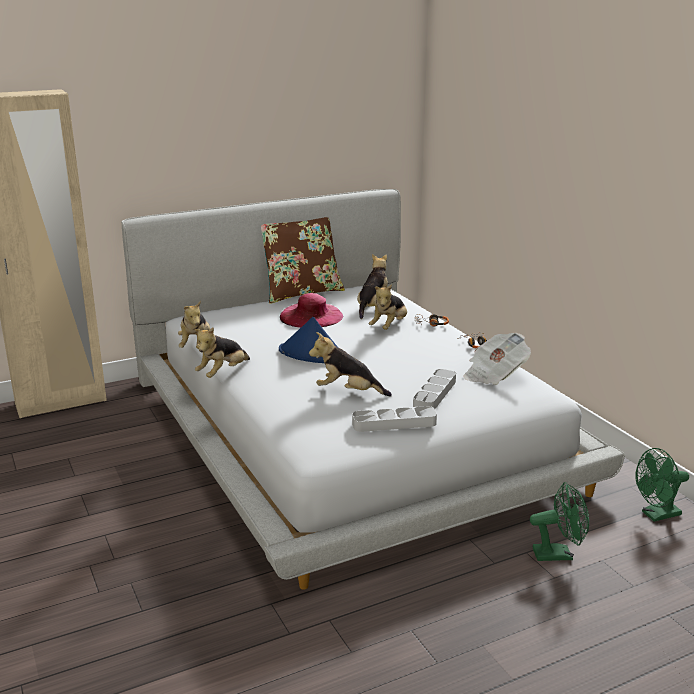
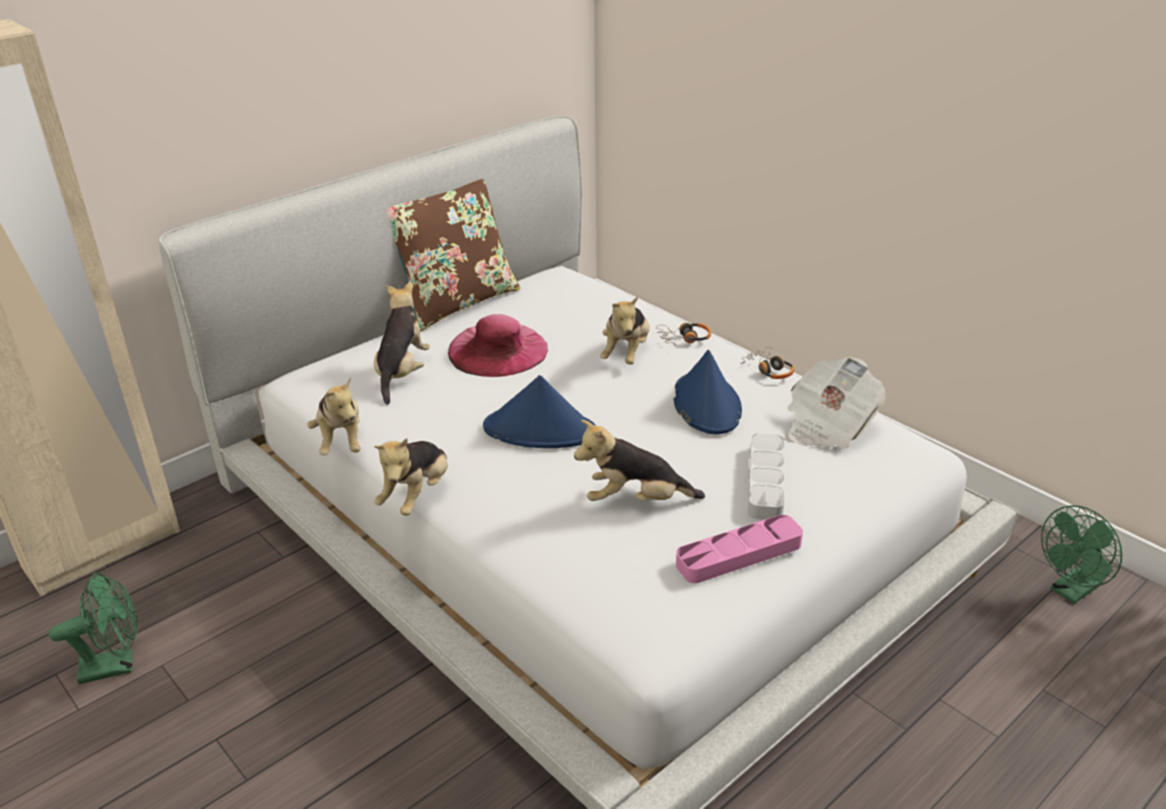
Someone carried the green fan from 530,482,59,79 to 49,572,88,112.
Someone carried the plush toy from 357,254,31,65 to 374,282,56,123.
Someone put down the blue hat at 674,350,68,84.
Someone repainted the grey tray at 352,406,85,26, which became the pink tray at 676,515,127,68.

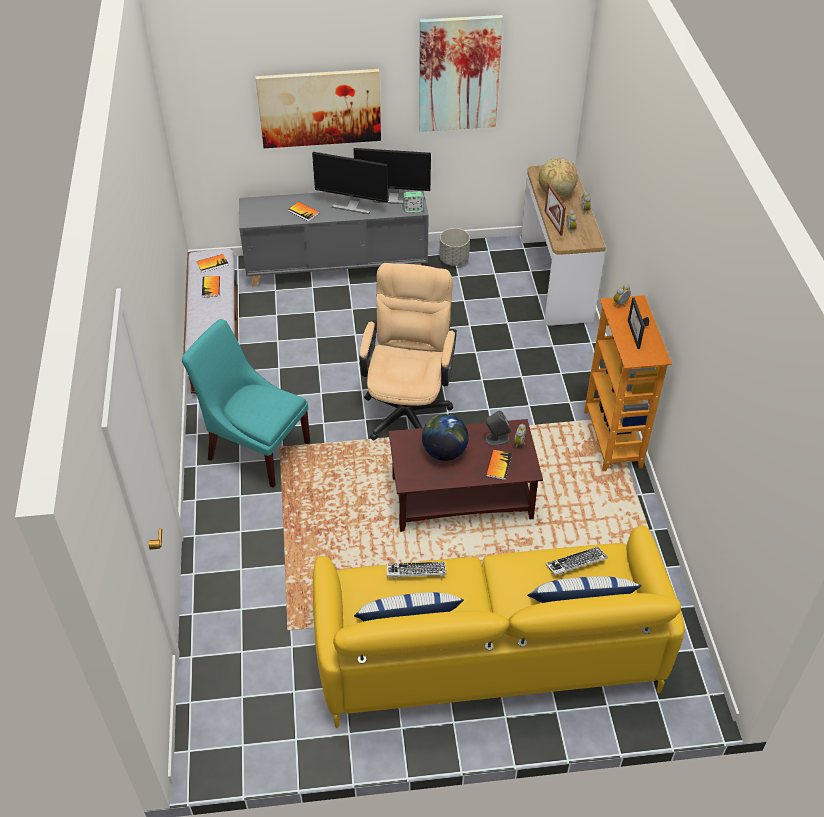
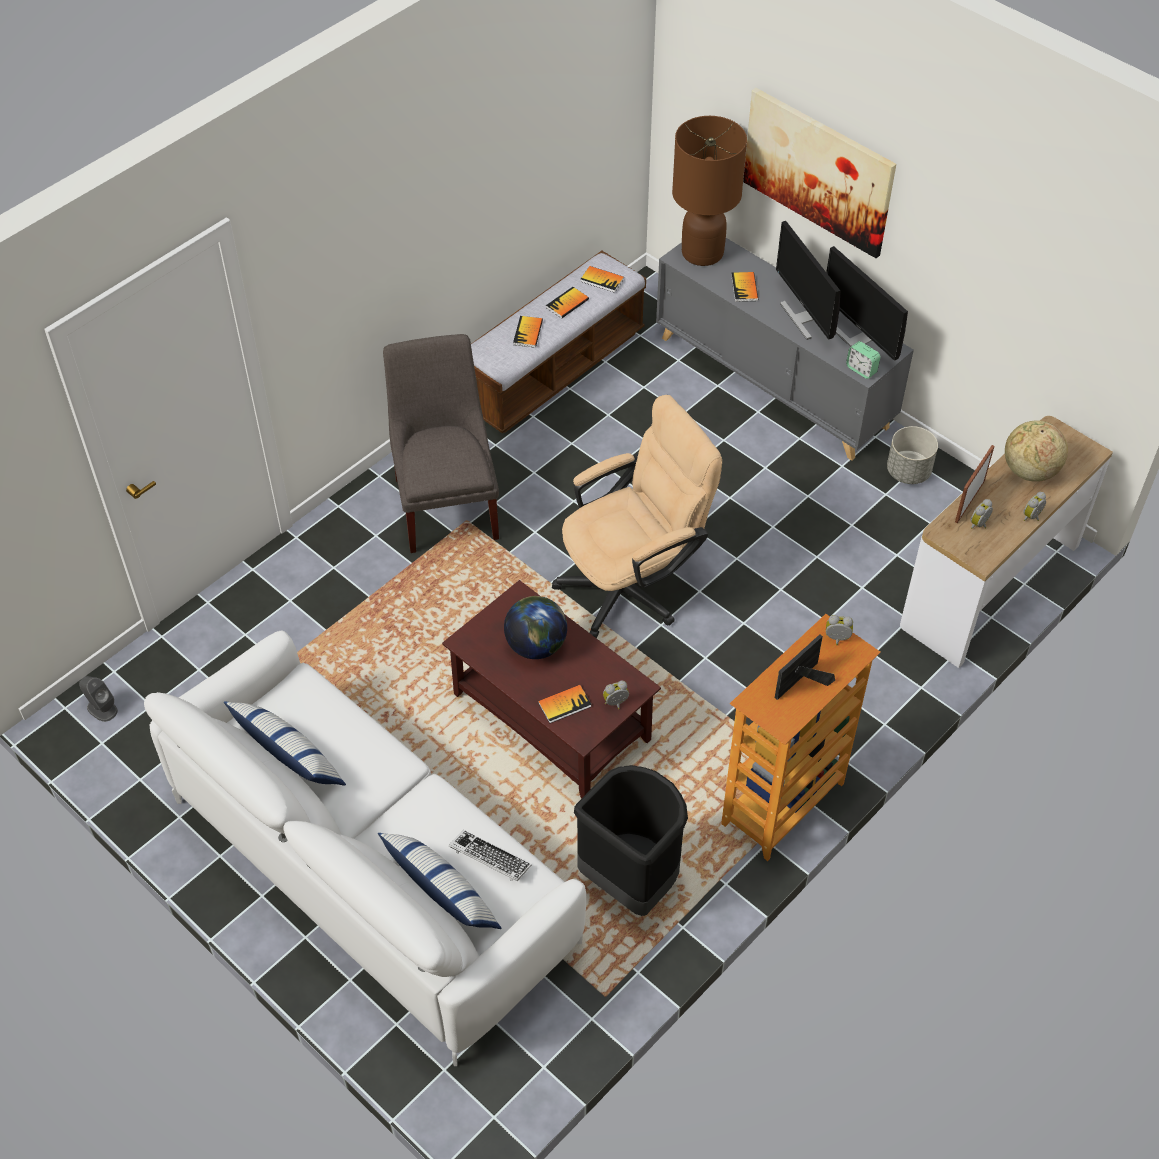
Someone carried the grey speaker from 485,411,26,35 to 79,676,39,46.
Someone repainted the yellow sofa at 313,525,372,203, which became the white sofa at 144,630,442,436.
Someone repainted the turquoise chair at 182,319,128,169, which became the grey chair at 383,334,116,219.
Someone put down the book at 513,316,30,32.
Someone put down the black trash can at 574,765,114,151.
Someone put down the brown table lamp at 672,116,75,150.
Someone took away the keyboard at 387,562,59,17.
Someone took away the picture at 419,15,84,117.

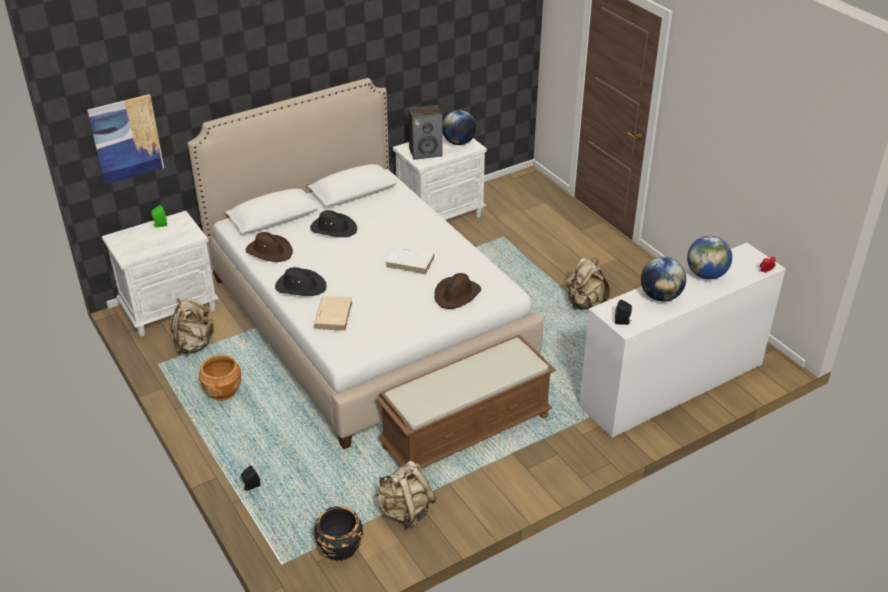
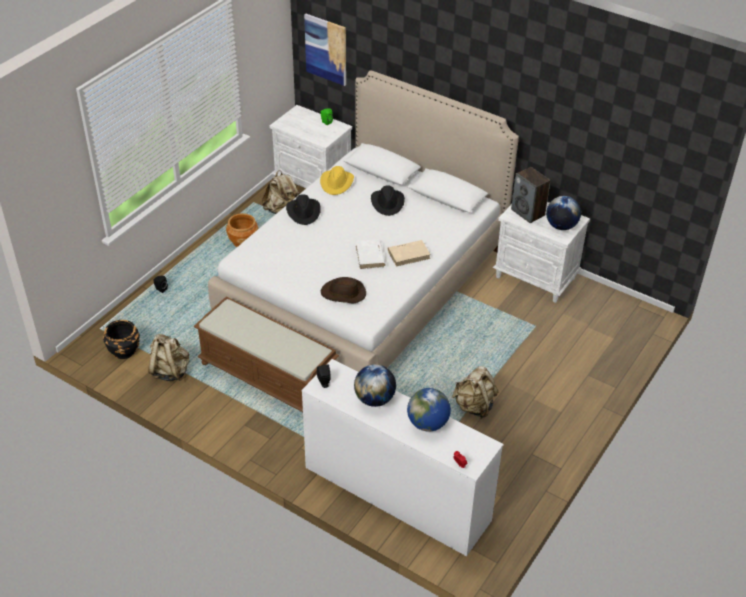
Someone repainted the brown hat at 246,232,47,30, which became the yellow hat at 320,166,34,29.
Someone carried the beige book from 314,296,38,35 to 387,240,44,27.

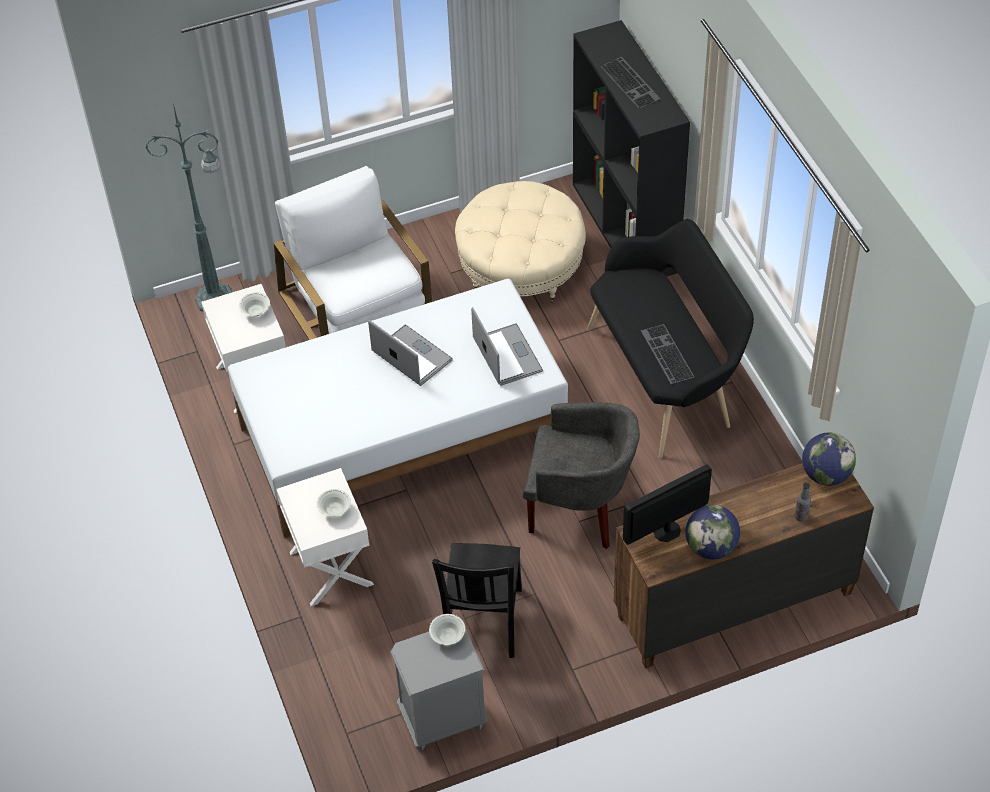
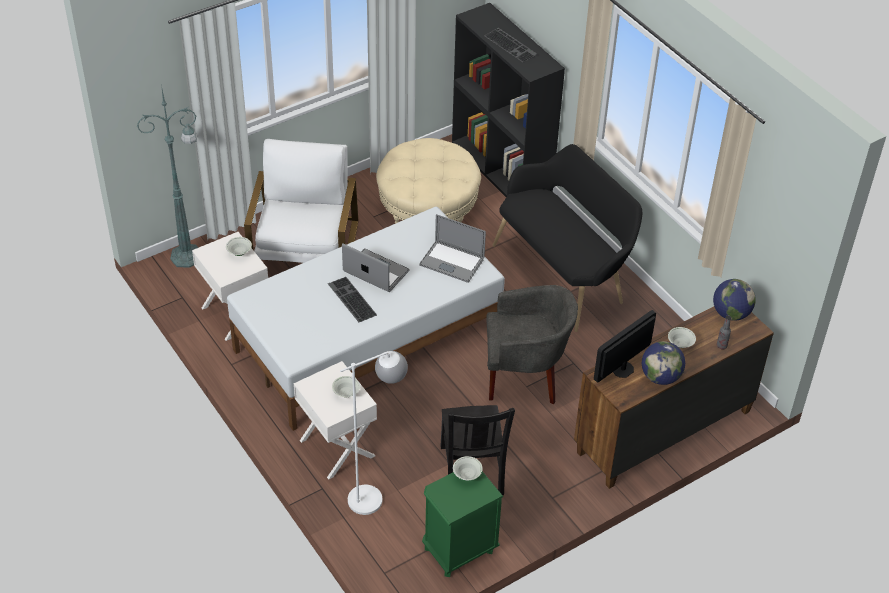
Someone rotated the white armchair at 274,166,158,174 by 45 degrees clockwise.
Someone carried the keyboard from 641,324,54,60 to 328,277,49,45.
Someone put down the white floor lamp at 340,351,68,164.
Someone rotated the laptop at 471,307,72,79 by 150 degrees clockwise.
Someone repainted the grey nightstand at 391,628,97,123, which became the green nightstand at 422,471,82,106.
Someone put down the white bowl at 668,327,28,21.

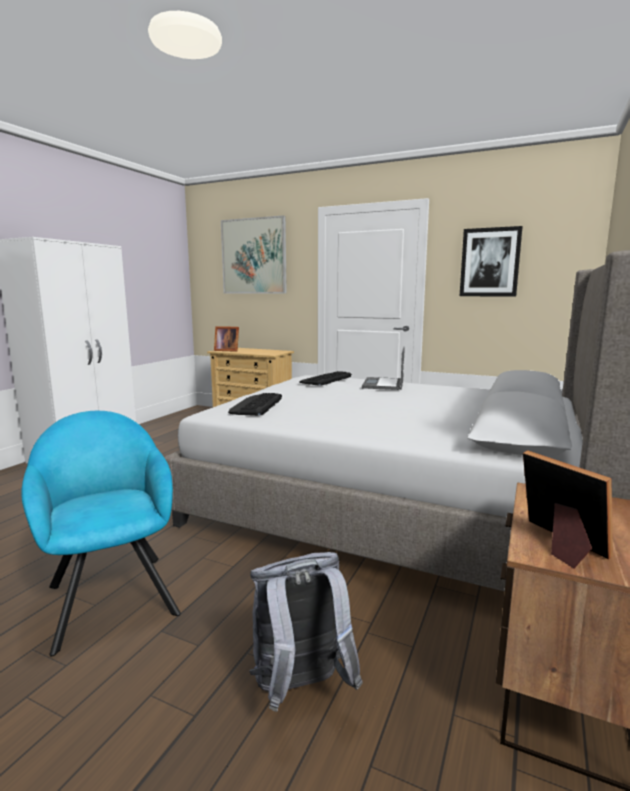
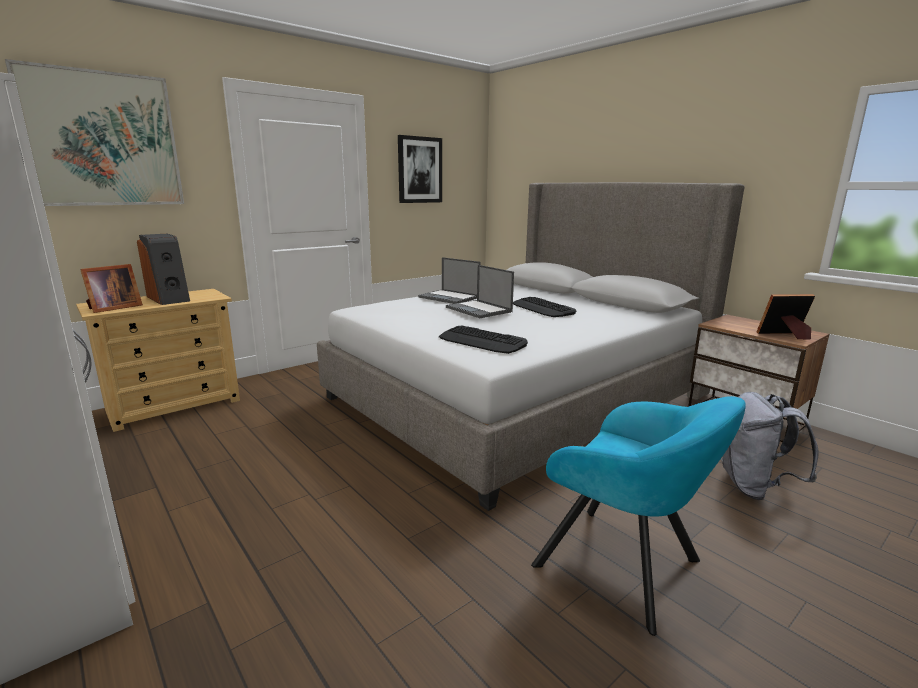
Someone put down the speaker at 137,234,53,71.
Someone put down the laptop at 446,265,68,53.
Someone carried the keyboard from 299,371,53,14 to 513,297,64,20.
Someone rotated the turquoise armchair at 21,411,160,246 by 135 degrees counterclockwise.

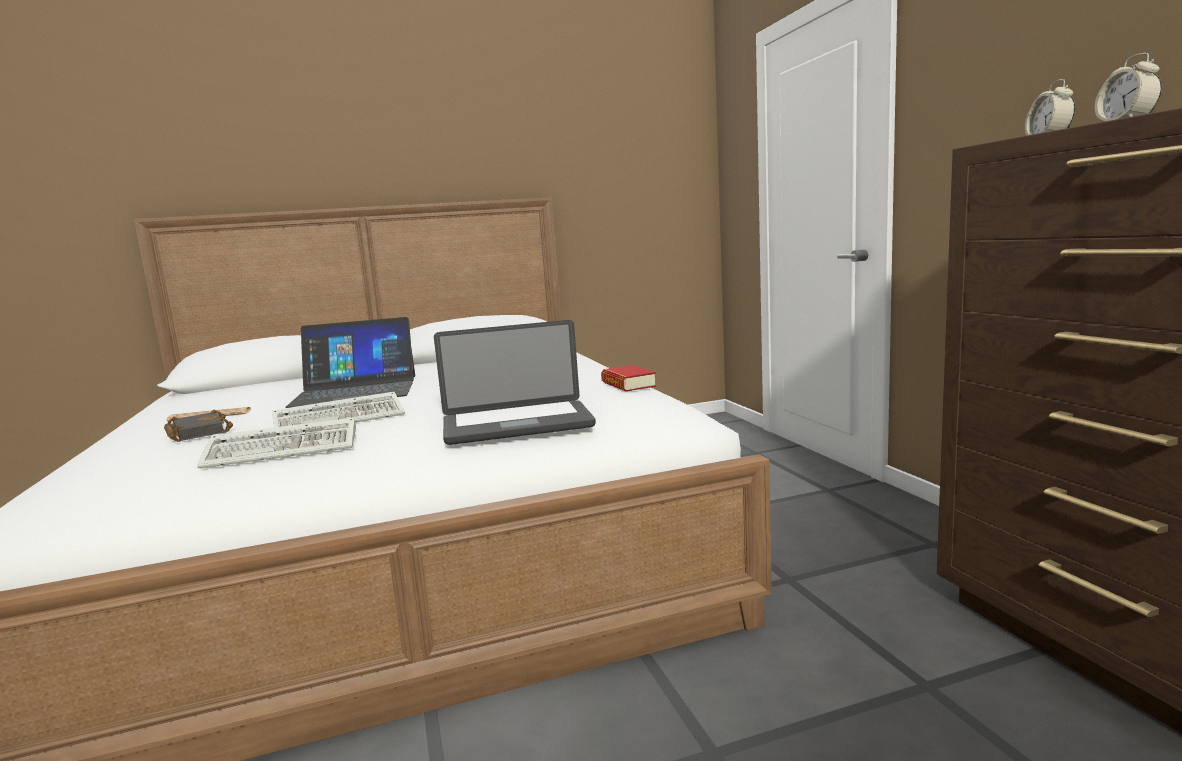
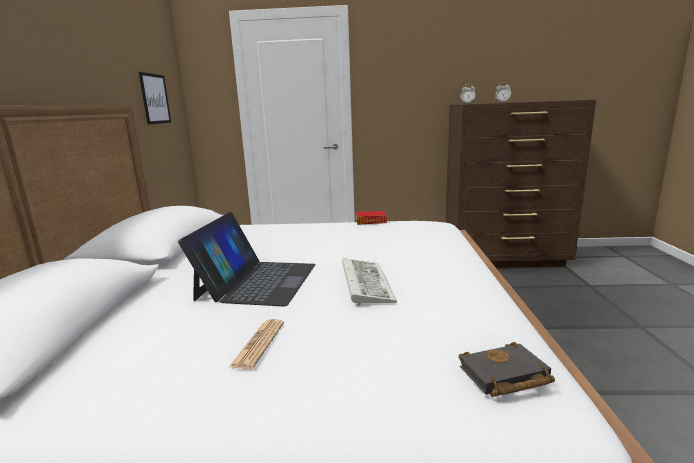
Someone put up the picture at 139,72,32,52.
Someone carried the black book from 164,410,69,32 to 459,342,96,55.
Someone took away the keyboard at 197,417,159,51.
Someone took away the laptop at 434,320,162,125.

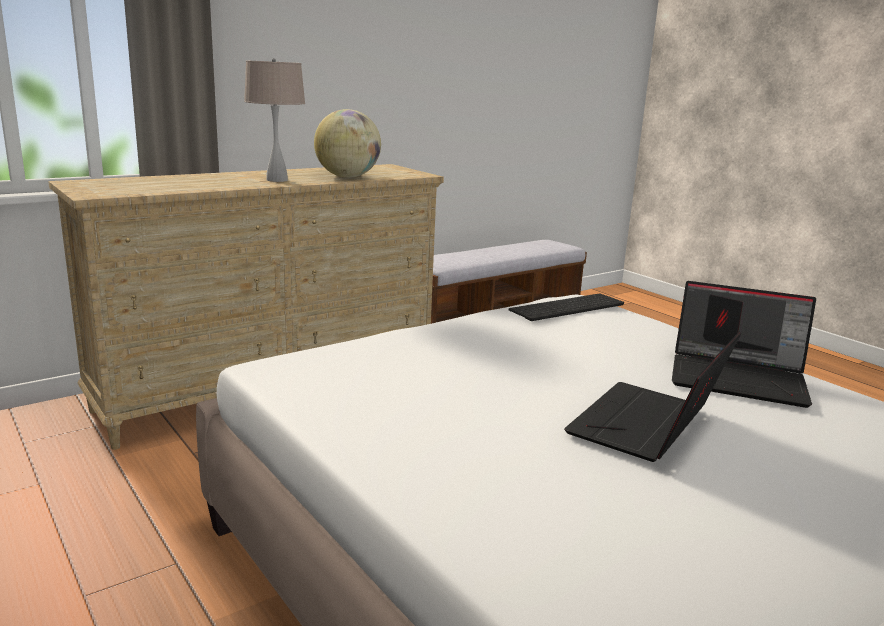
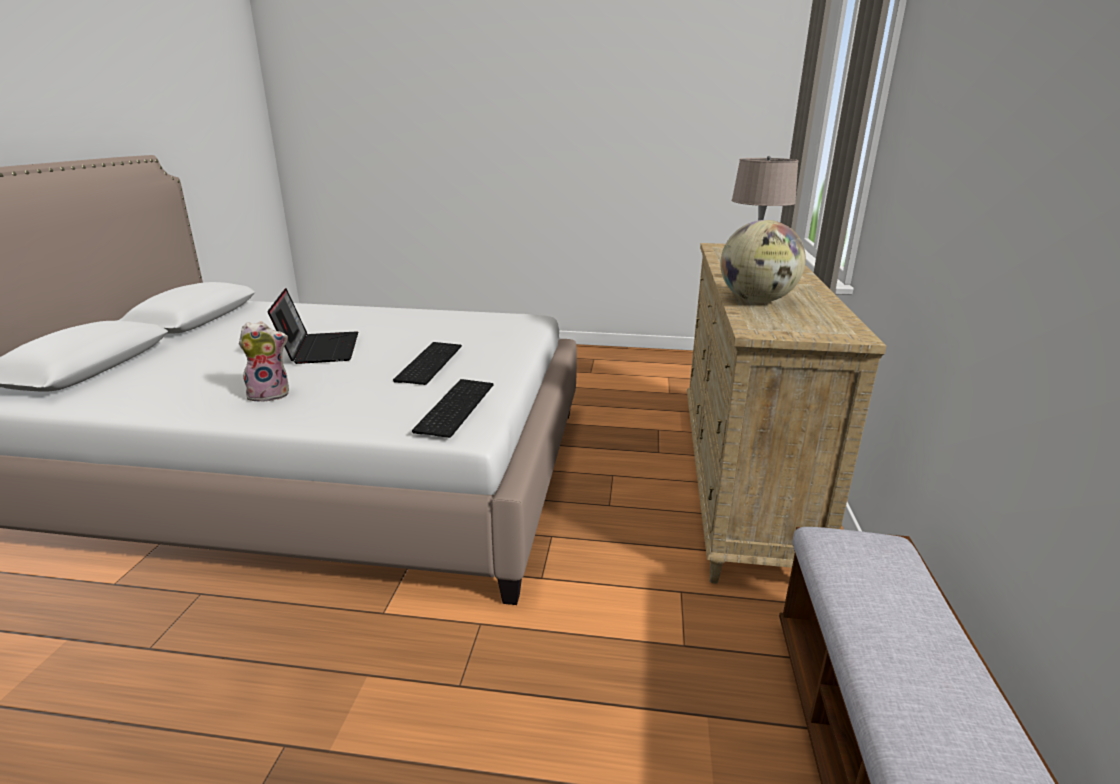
Someone swapped the laptop at 672,281,144,127 for the plush toy at 239,321,50,81.
Someone put down the keyboard at 393,342,69,43.

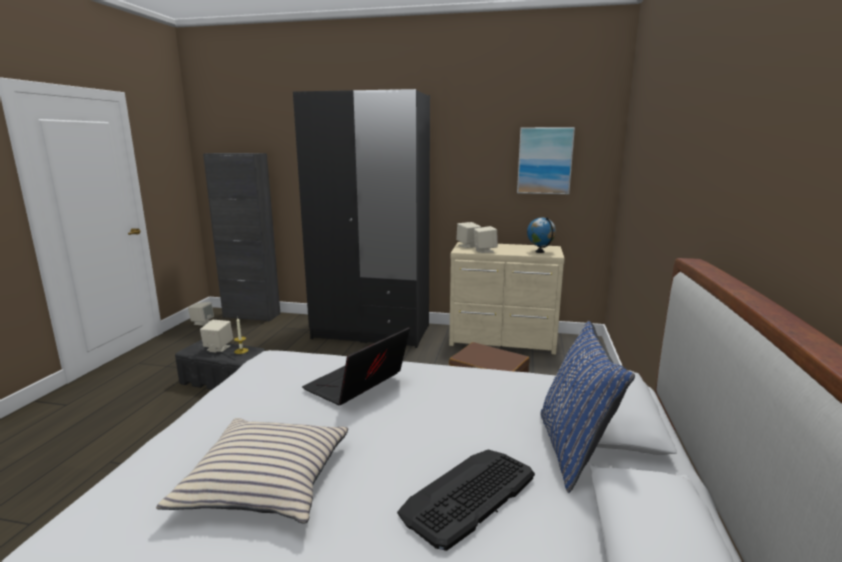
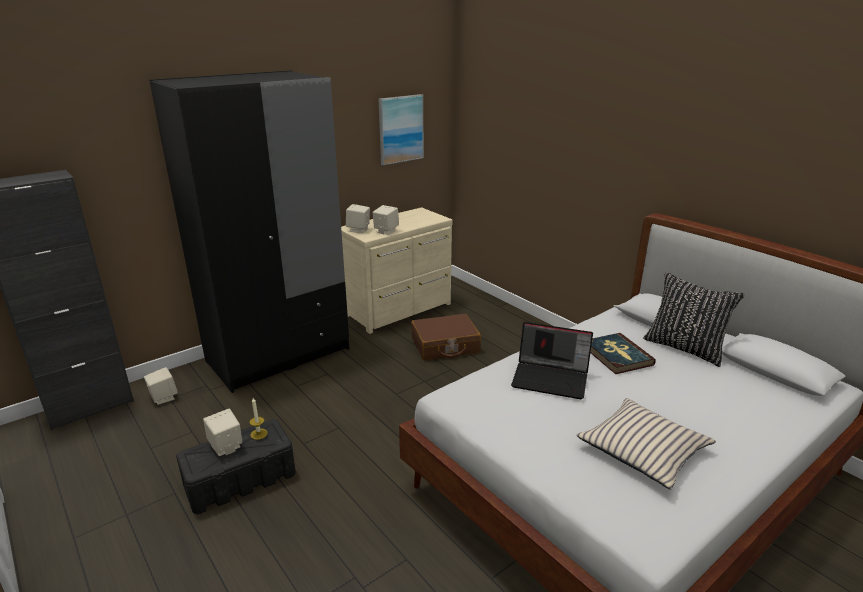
Someone carried the beige speaker from 188,302,26,24 to 144,367,34,38.
Someone rotated the laptop at 302,327,108,79 by 60 degrees counterclockwise.
Someone put down the book at 591,333,65,41.
Someone repainted the blue pillow at 540,321,95,172, which became the black pillow at 643,272,102,95.
Someone took away the keyboard at 397,450,138,101.
Someone took away the globe at 527,217,29,36.

